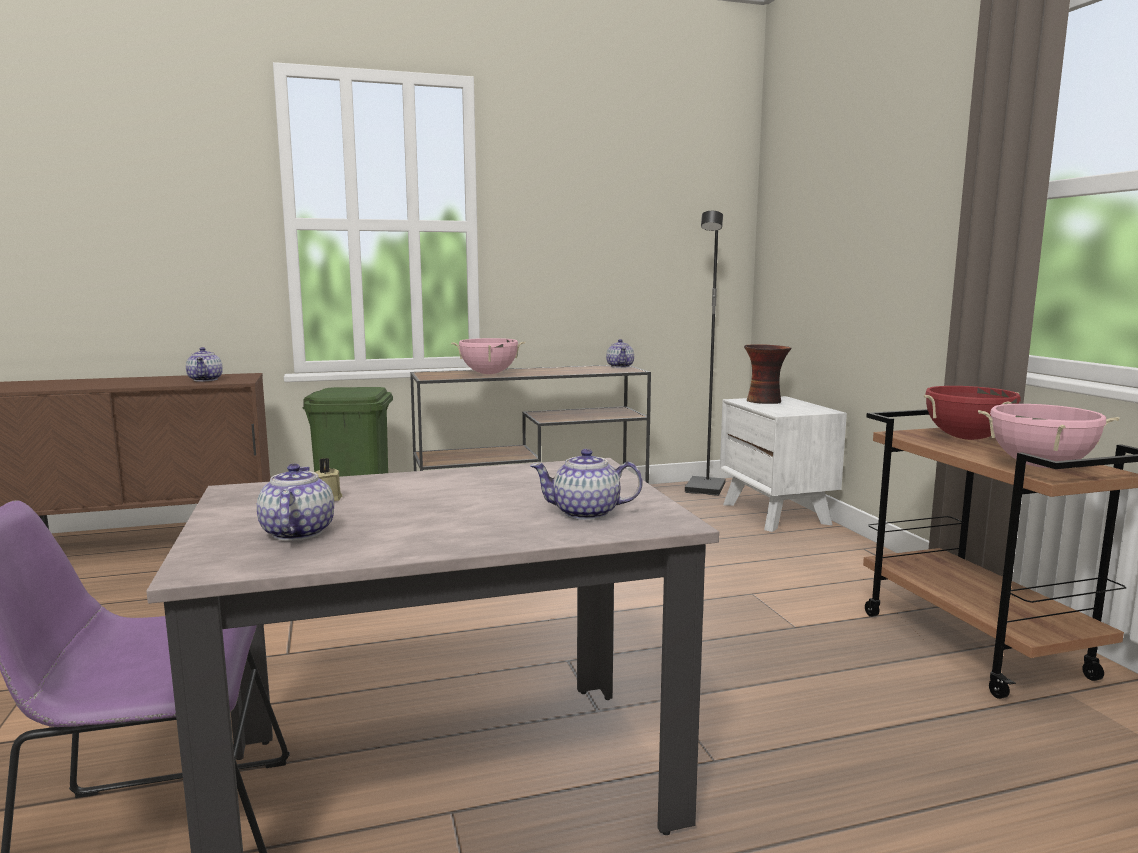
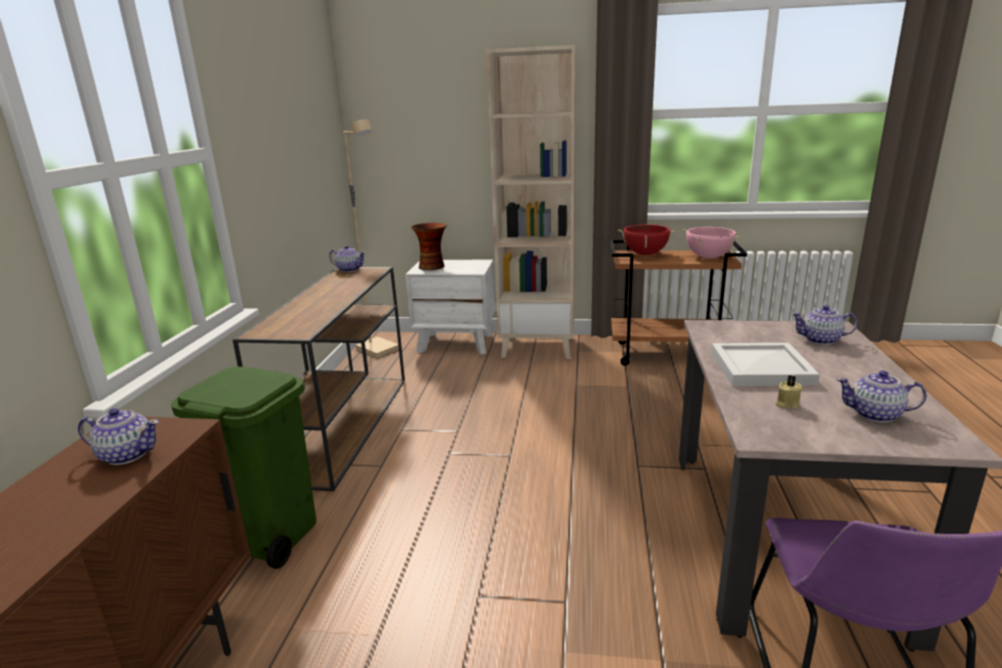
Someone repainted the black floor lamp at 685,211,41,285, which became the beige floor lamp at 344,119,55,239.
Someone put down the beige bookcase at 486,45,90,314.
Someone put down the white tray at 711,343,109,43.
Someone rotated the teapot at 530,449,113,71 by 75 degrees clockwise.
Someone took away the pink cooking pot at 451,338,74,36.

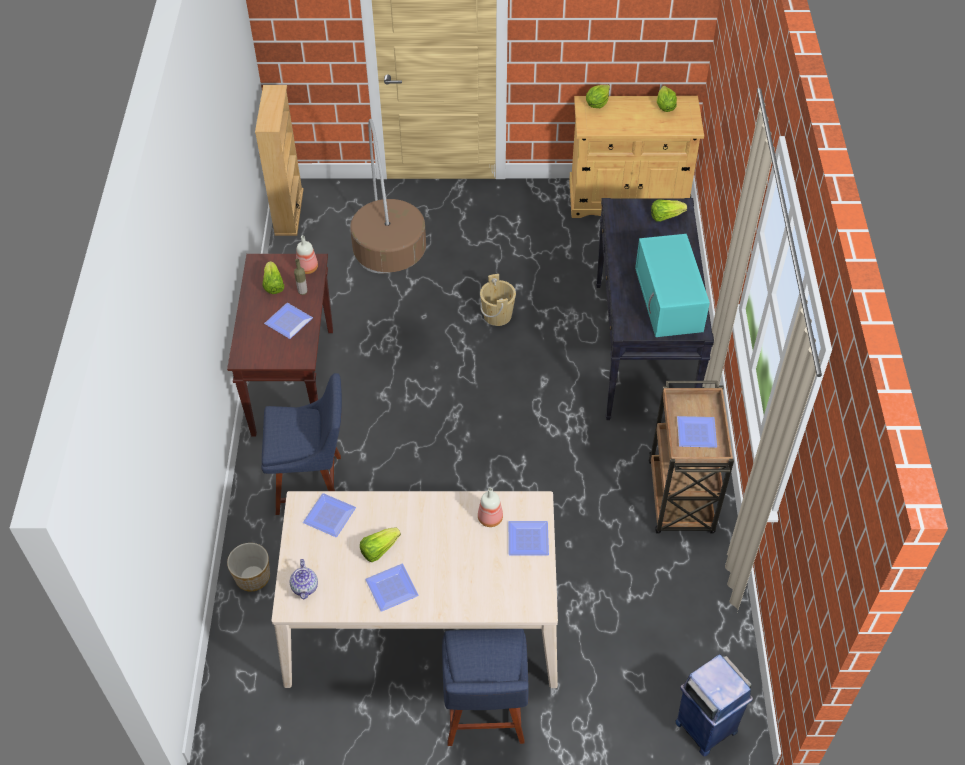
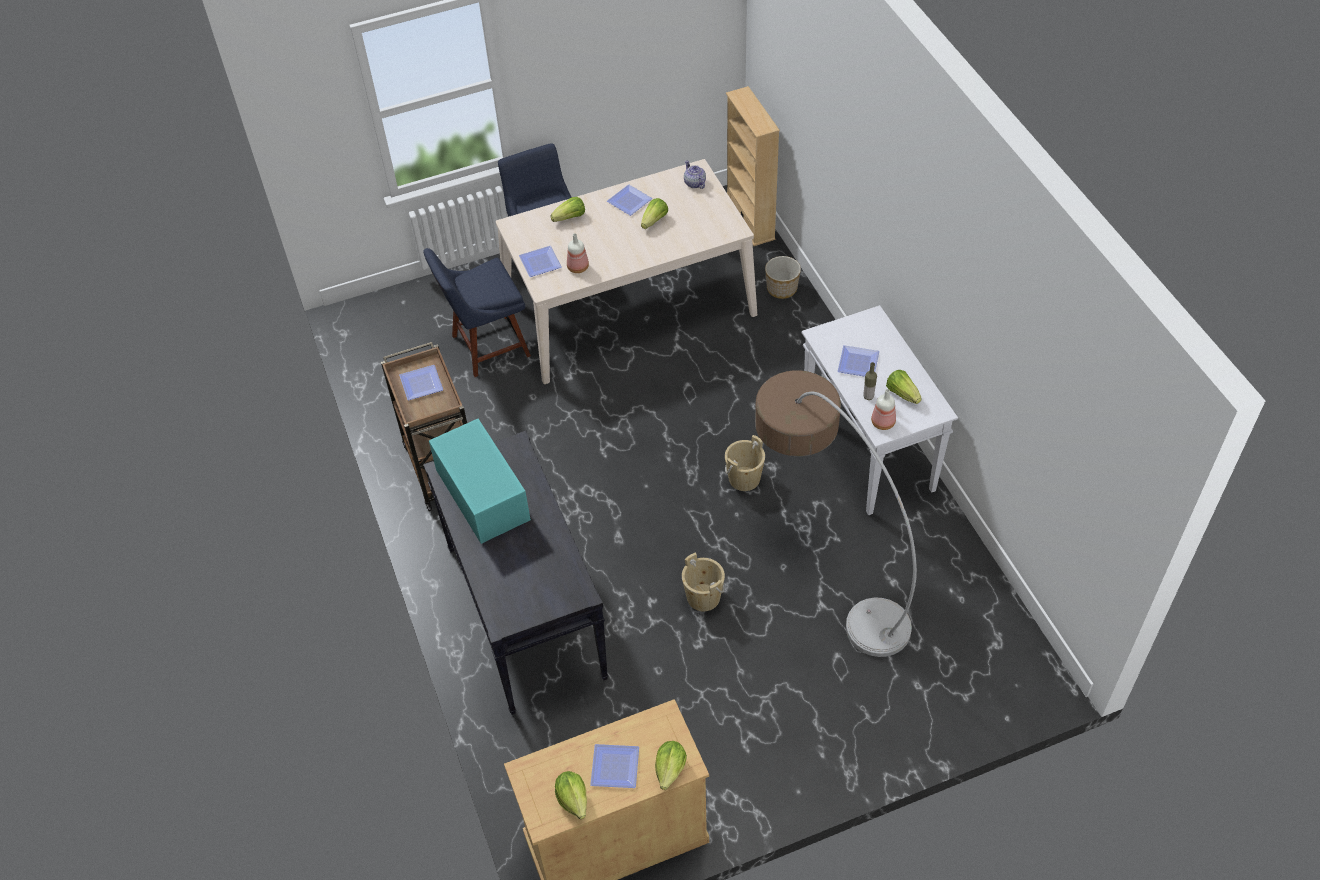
Someone carried the blue chair from 262,373,80,142 to 423,248,108,129.
Someone carried the lettuce from 651,199,36,23 to 550,197,35,25.
Someone carried the plate from 303,493,53,44 to 590,744,49,44.
Someone put down the beige bucket at 725,435,40,56.
Someone carried the beige bookcase from 255,85,48,151 to 726,86,54,160.
Someone repainted the brown console table at 227,254,106,183, which became the white console table at 802,305,156,210.
Someone took away the blue trash can at 675,654,78,103.

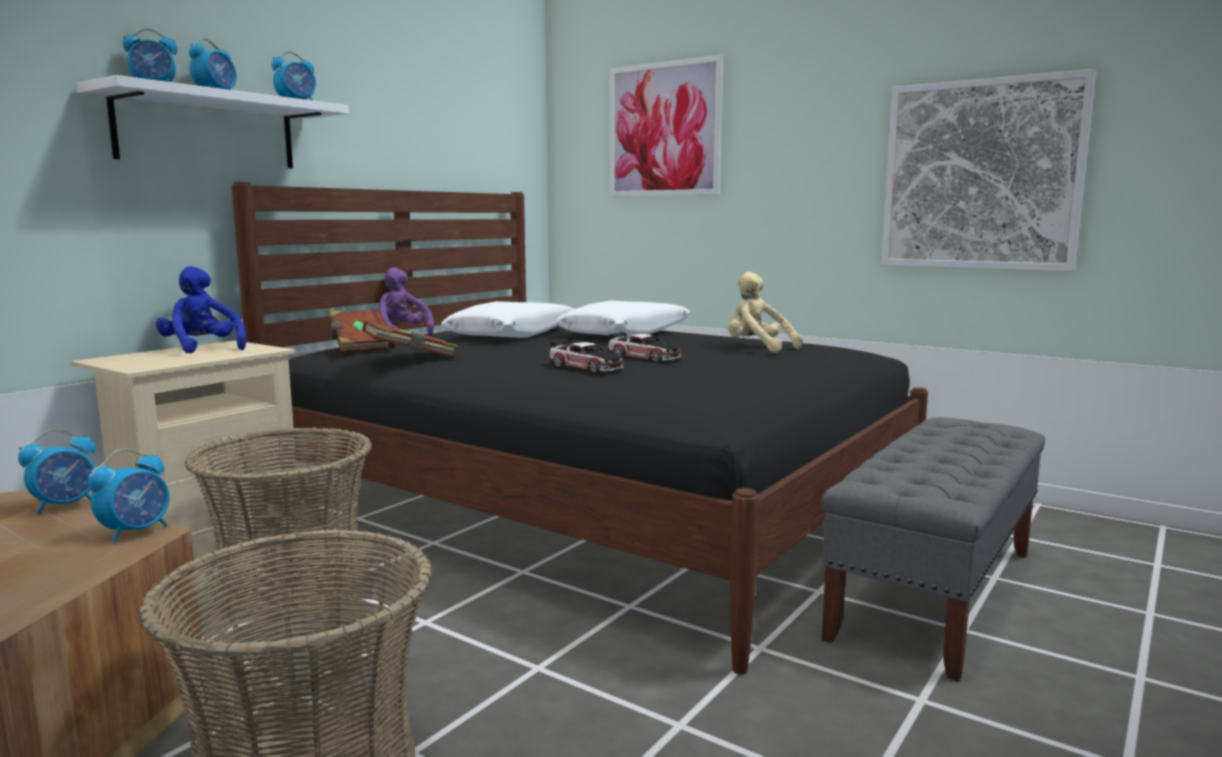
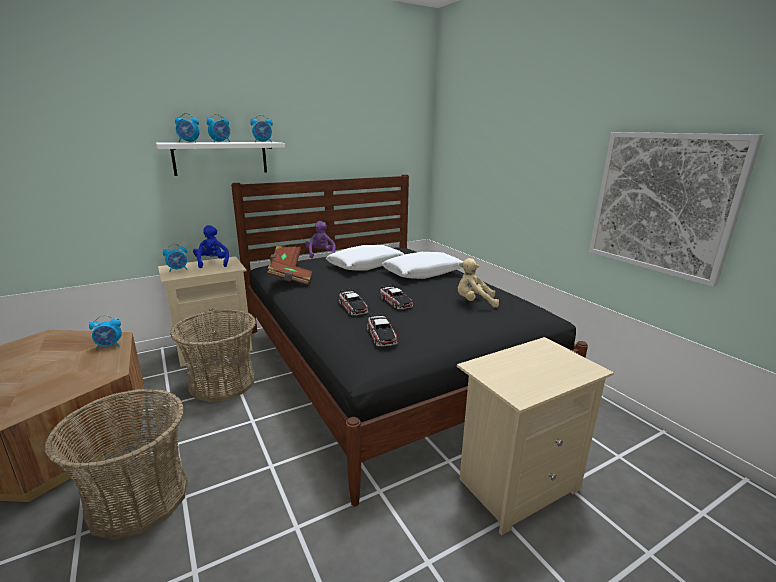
Someone carried the alarm clock from 87,449,83,94 to 163,244,24,28.
Someone put down the toy car at 367,313,31,34.
Someone swapped the grey bench at 821,417,224,265 for the beige nightstand at 457,337,157,198.
Someone rotated the beige plush toy at 728,272,75,81 by 60 degrees counterclockwise.
Someone took away the picture at 609,55,114,142.

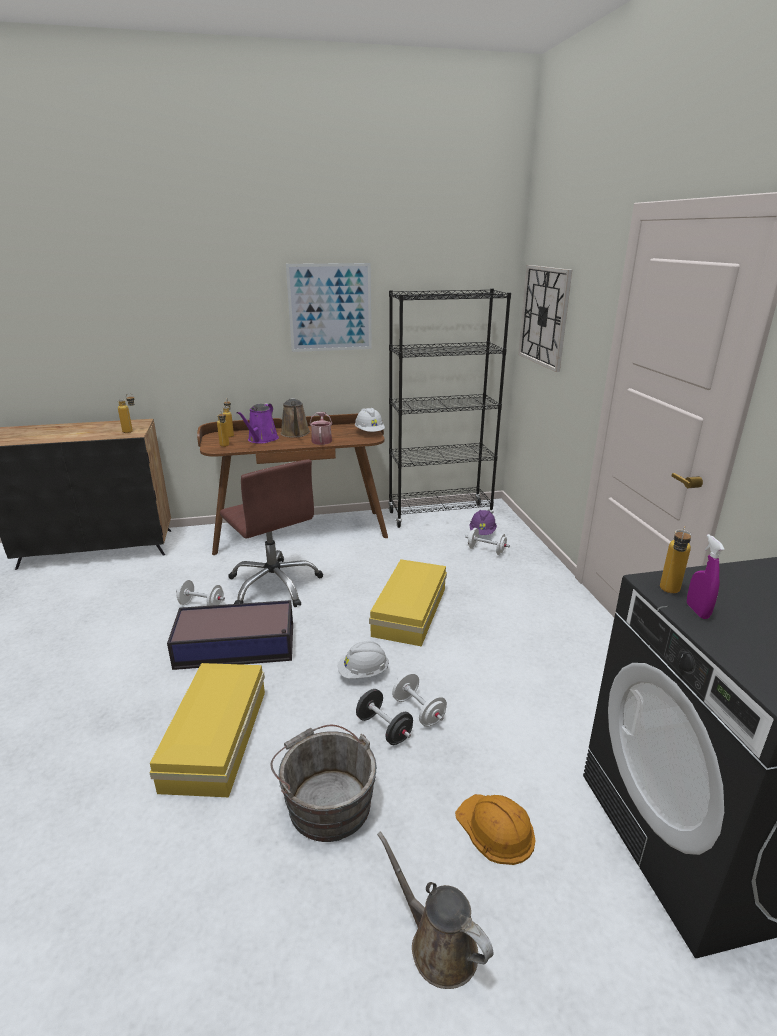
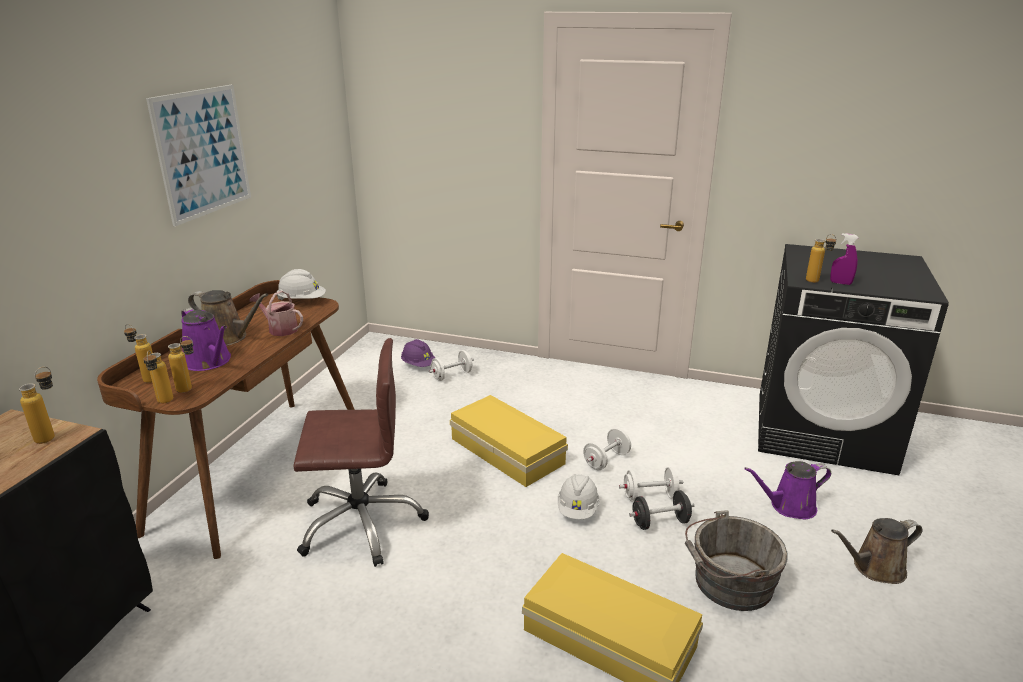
Someone put down the bottle at 143,351,30,52.
Someone carried the white dumbbell from 176,580,49,26 to 583,428,48,42.
Someone swapped the orange hard hat at 455,794,81,71 for the purple watering can at 744,461,87,58.
Someone took away the storage box at 167,600,126,70.
Someone took away the black bookcase at 388,288,123,240.
Someone took away the wall clock at 518,265,54,107.

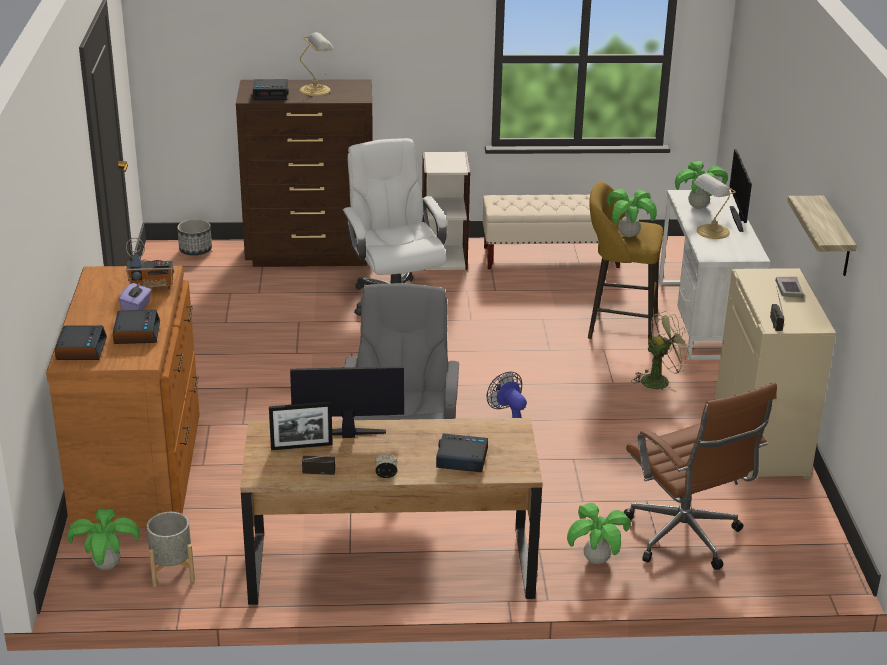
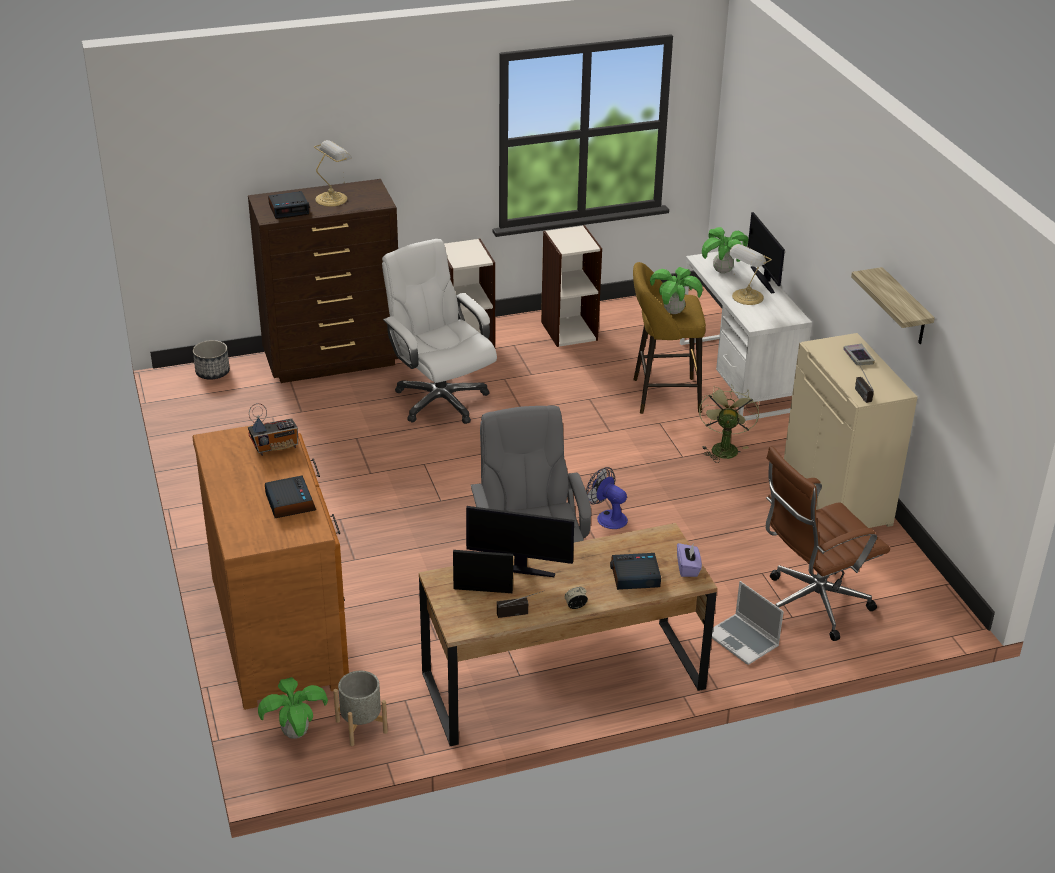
Someone rotated the picture frame at 269,401,64,49 by 150 degrees counterclockwise.
Someone rotated the monitor at 290,366,114,72 by 150 degrees counterclockwise.
Someone swapped the beige bench at 482,195,138,74 for the bookcase at 541,225,61,122.
Someone carried the purple tissue box from 118,282,33,28 to 677,543,25,34.
Someone rotated the green fan at 631,311,61,81 by 45 degrees counterclockwise.
Someone swapped the potted plant at 567,503,64,61 for the laptop at 712,581,72,84.
Someone rotated the brown office chair at 624,383,153,187 by 105 degrees clockwise.
Someone took away the alarm clock at 55,325,52,35.

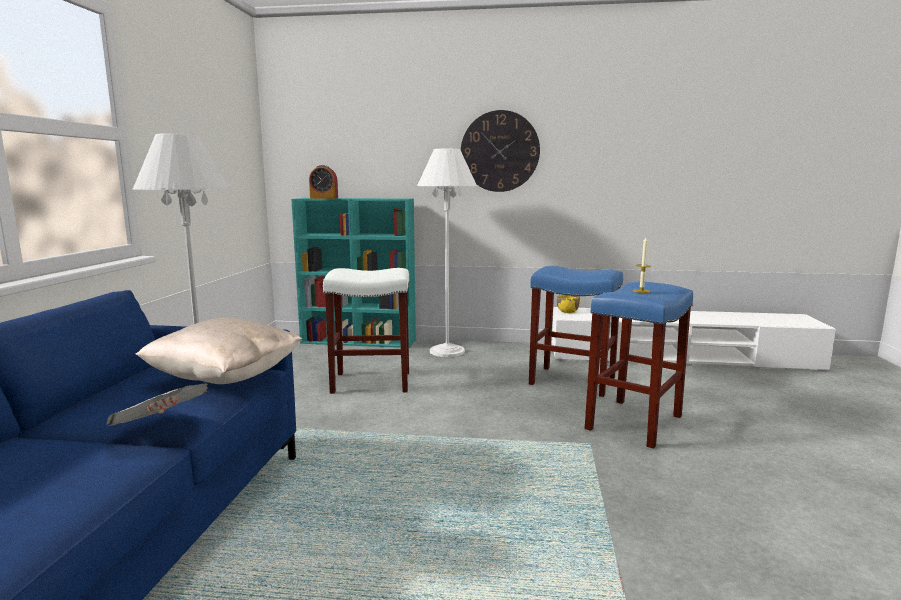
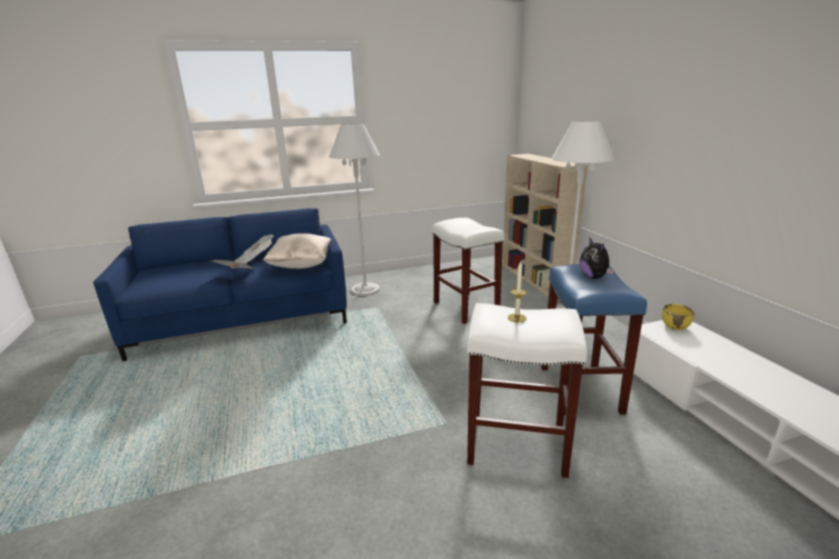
Someone put down the newspaper at 234,234,40,30.
Someone repainted the blue stool at 585,282,108,167, which became the white stool at 467,303,120,175.
Someone repainted the turquoise bookcase at 291,198,125,150, which became the beige bookcase at 502,154,86,143.
Someone put down the plush toy at 580,237,34,42.
Someone took away the alarm clock at 309,165,29,34.
Someone took away the wall clock at 461,110,79,82.

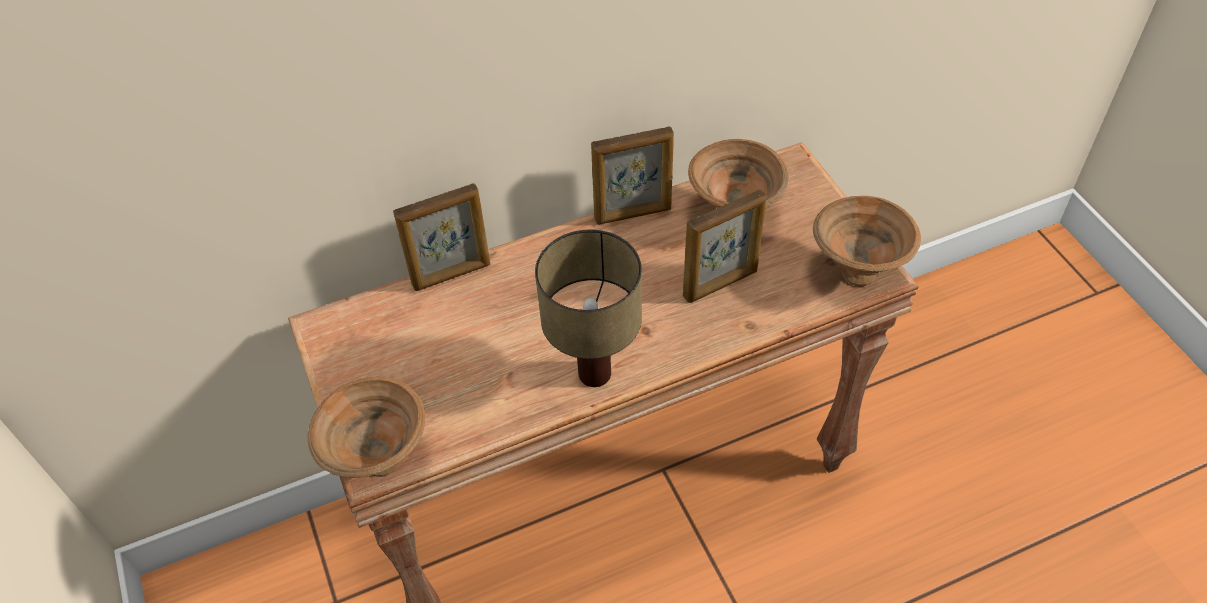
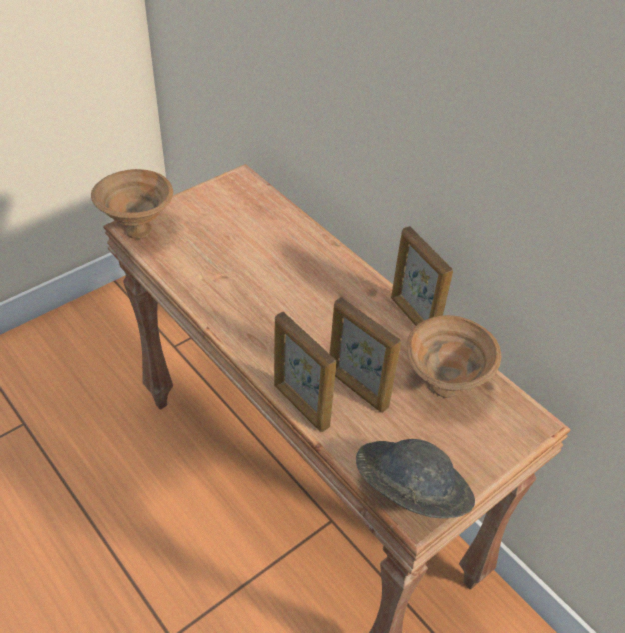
Someone carried the picture frame from 393,183,97,108 to 274,312,62,120.
Someone swapped the brown bowl at 813,196,108,90 for the grey hat at 356,439,119,79.
Someone took away the table lamp at 535,230,107,157.

